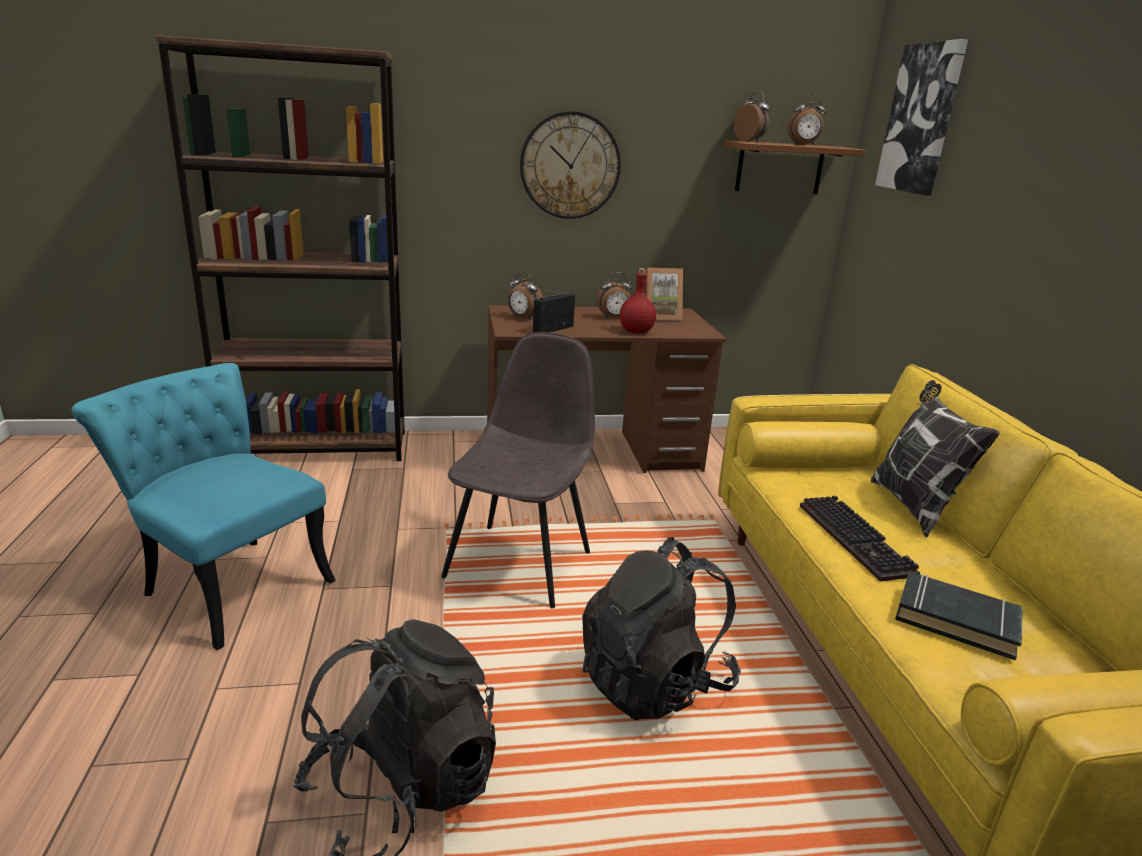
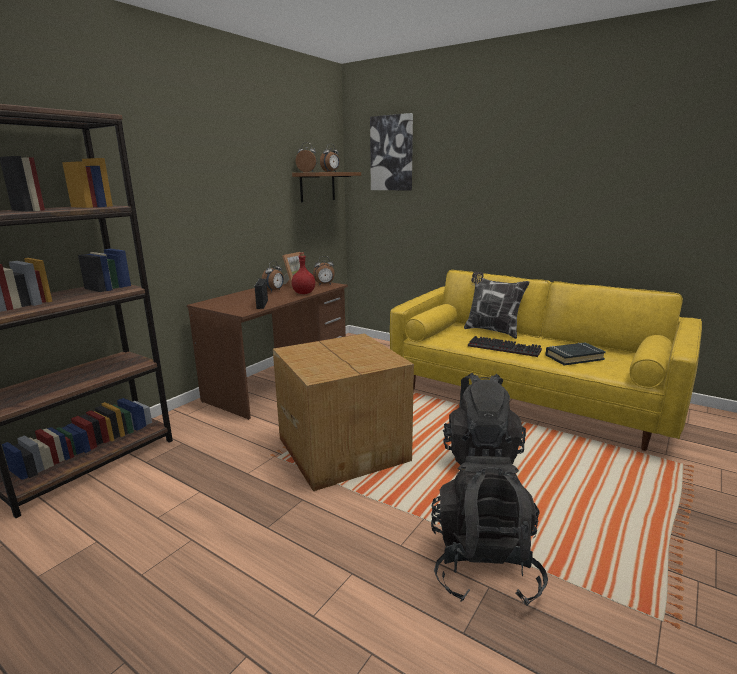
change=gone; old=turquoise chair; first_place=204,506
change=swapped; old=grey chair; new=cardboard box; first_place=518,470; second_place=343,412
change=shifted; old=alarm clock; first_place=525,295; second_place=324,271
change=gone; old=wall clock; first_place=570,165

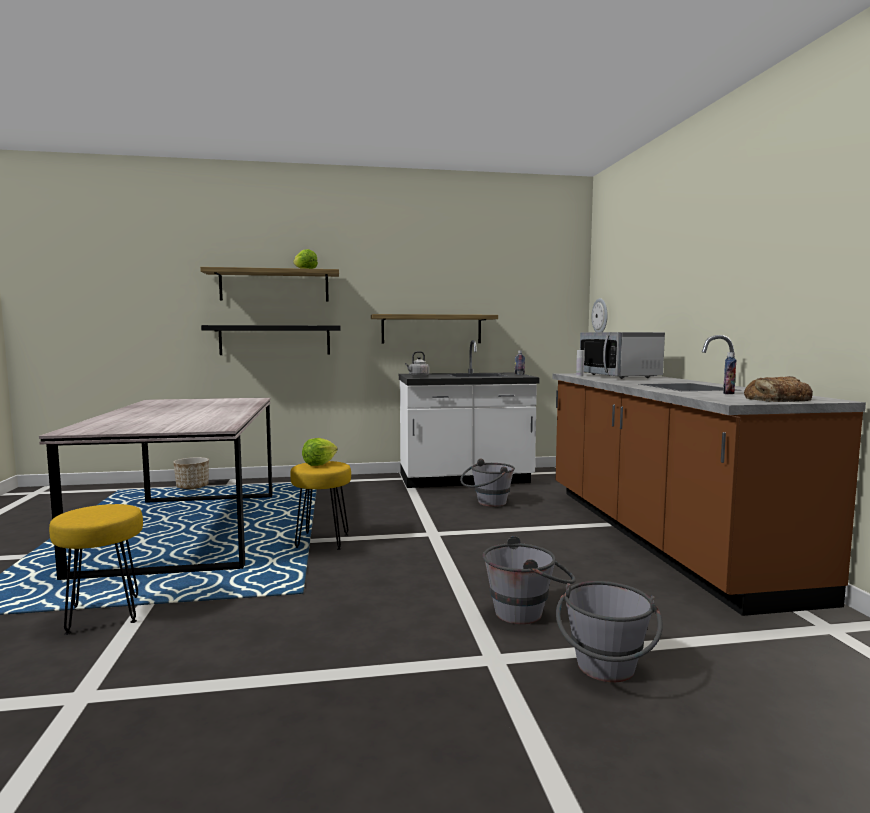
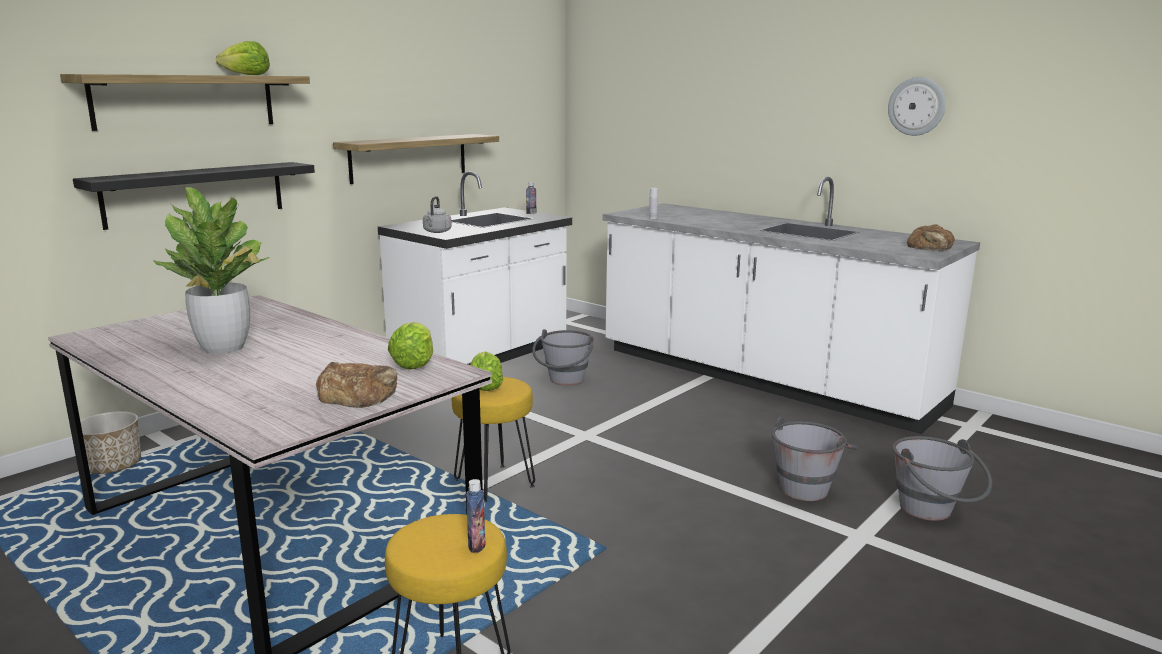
change=repainted; old=brown counter; new=white counter; first_place=709,475; second_place=791,305
change=gone; old=microwave; first_place=622,355
change=shifted; old=wall clock; first_place=600,315; second_place=917,106
change=shifted; old=bottle; first_place=729,373; second_place=475,516
change=new; new=potted plant; second_place=211,270
change=new; new=bread; second_place=357,385
change=new; new=lettuce; second_place=410,346

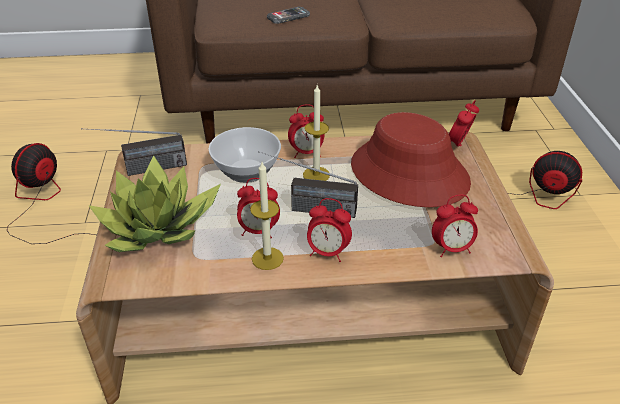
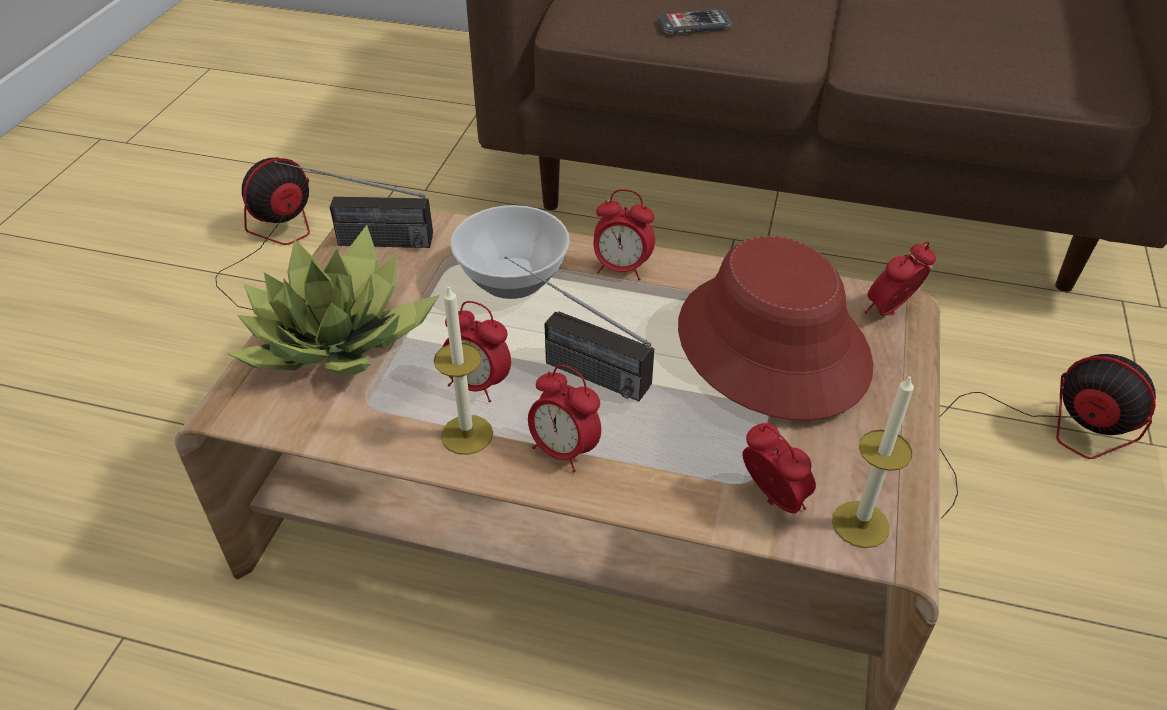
change=shifted; old=candle; first_place=316,133; second_place=873,461
change=rotated; old=alarm clock; first_place=455,226; second_place=779,468; degrees=-135

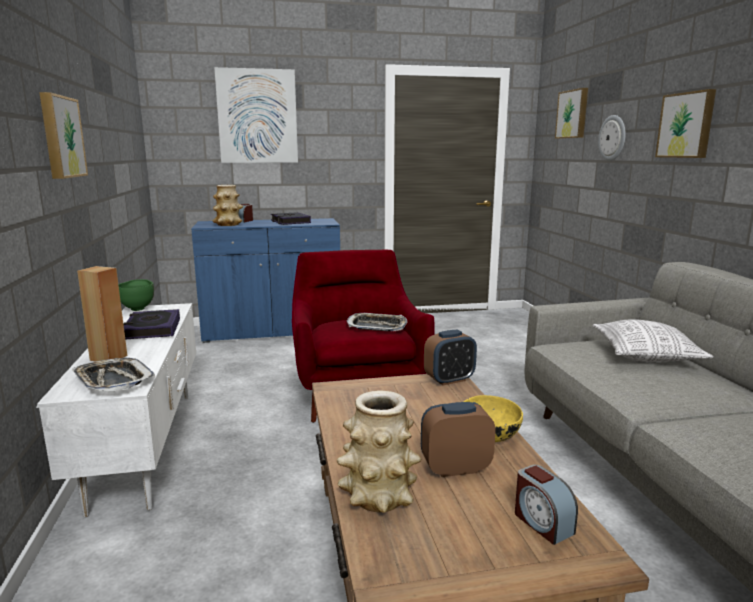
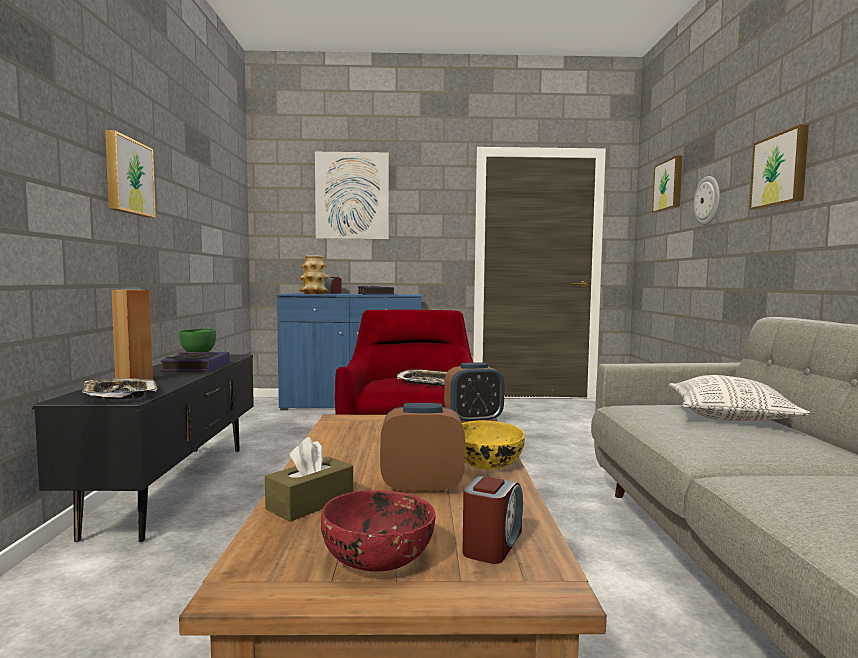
change=repainted; old=white tv stand; new=black tv stand; first_place=116,410; second_place=143,448
change=swapped; old=vase; new=brown tissue box; first_place=379,451; second_place=309,479
change=rotated; old=alarm clock; first_place=546,505; second_place=493,520; degrees=-135
change=new; new=red bowl; second_place=378,531

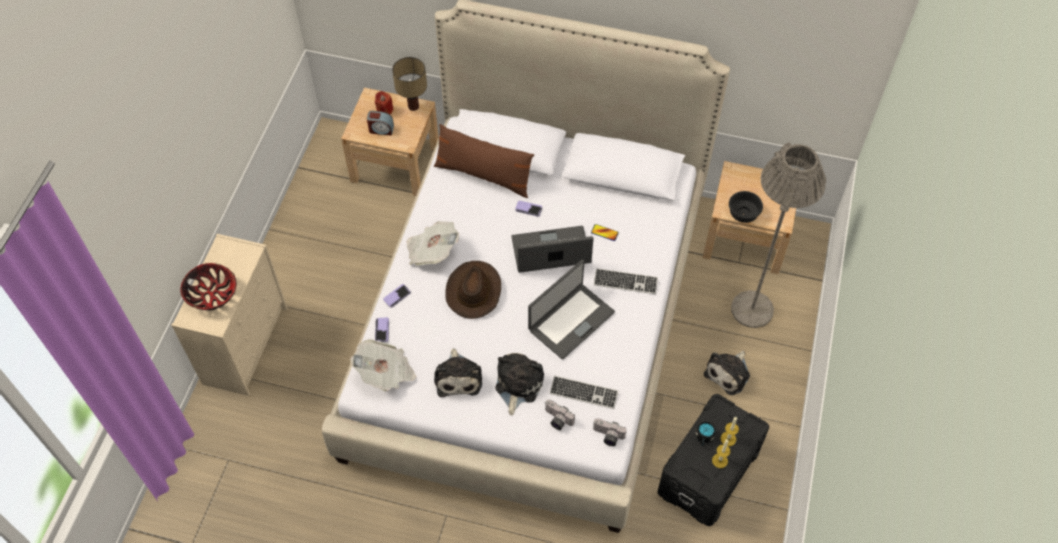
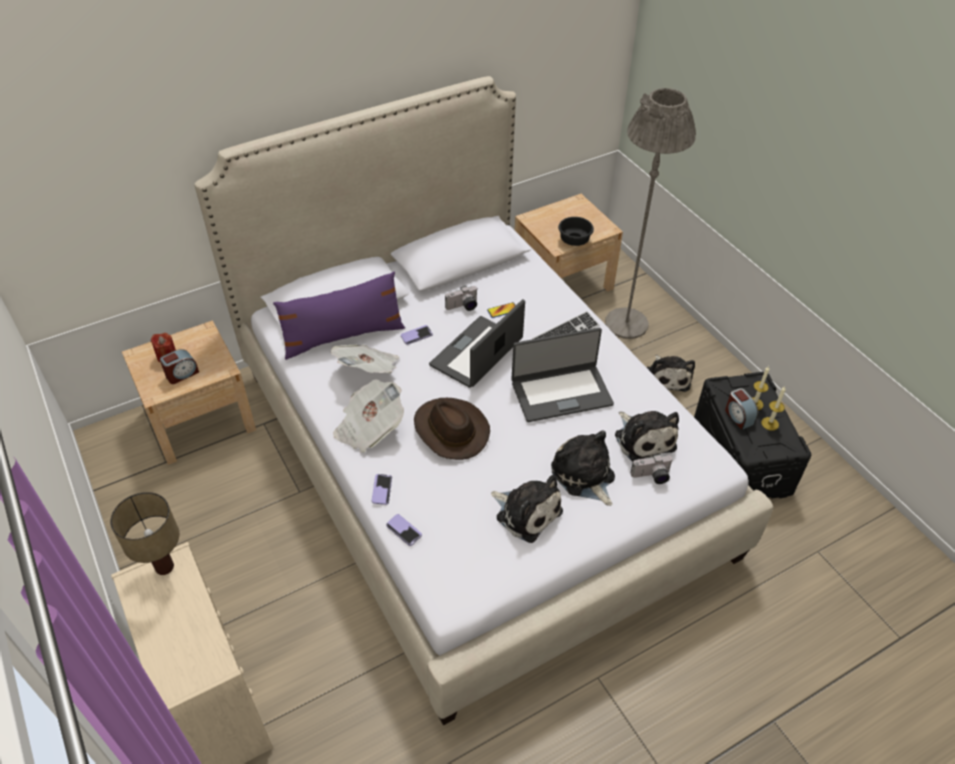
change=gone; old=bowl; first_place=208,287
change=shifted; old=newspaper; first_place=383,365; second_place=365,358
change=shifted; old=table lamp; first_place=409,84; second_place=144,533
change=repainted; old=brown pillow; new=purple pillow; first_place=484,161; second_place=339,315
change=rotated; old=laptop; first_place=571,309; second_place=562,375; degrees=75
change=swapped; old=keyboard; new=plush toy; first_place=584,392; second_place=647,436
change=shifted; old=photo camera; first_place=609,432; second_place=461,298
change=swapped; old=black mug; new=alarm clock; first_place=706,433; second_place=741,409

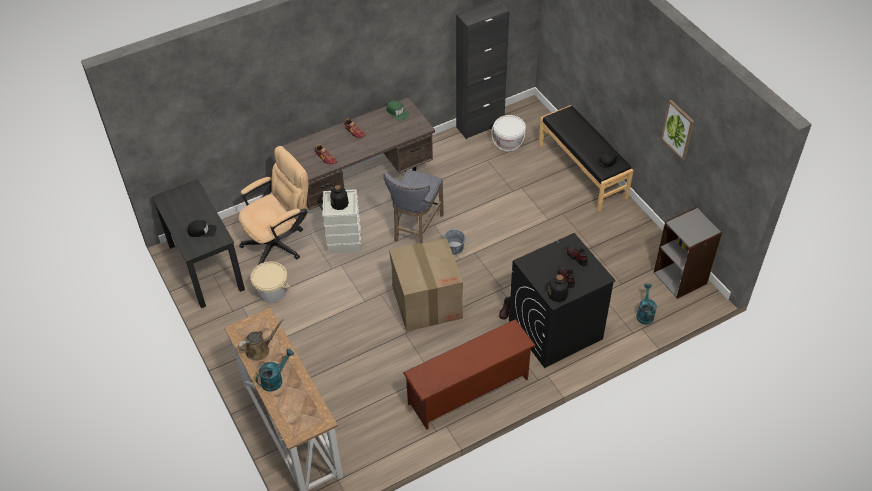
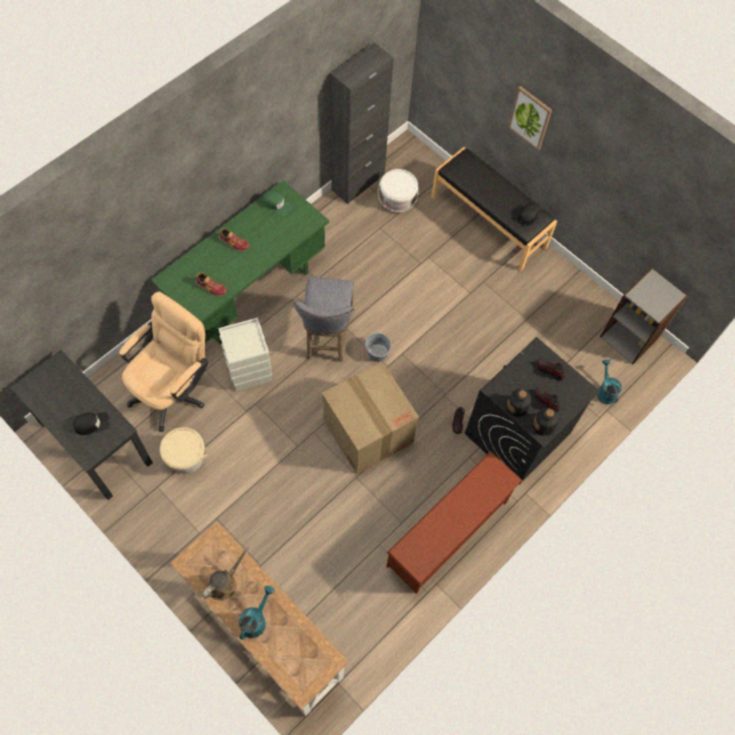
change=repainted; old=brown desk; new=green desk; first_place=358,154; second_place=240,262
change=shifted; old=bottle; first_place=339,197; second_place=518,403
change=shifted; old=picture; first_place=677,130; second_place=530,118

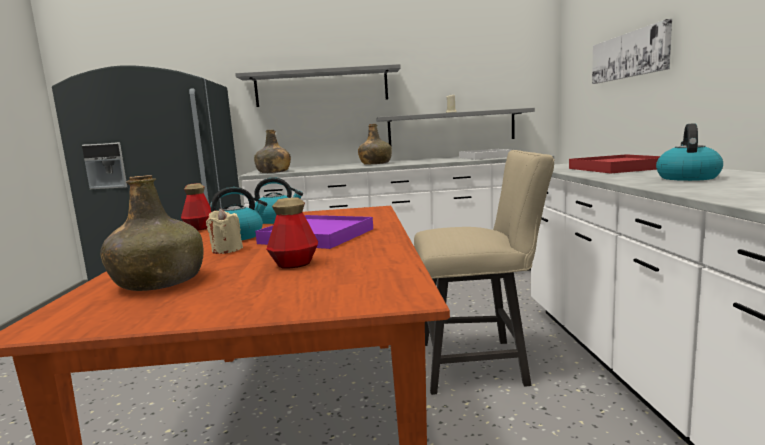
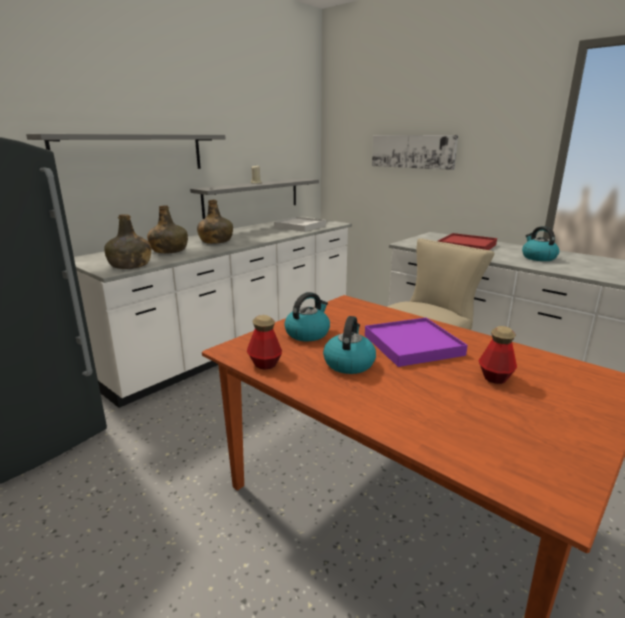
change=shifted; old=green bottle; first_place=152,233; second_place=167,229
change=gone; old=beige candle; first_place=224,231

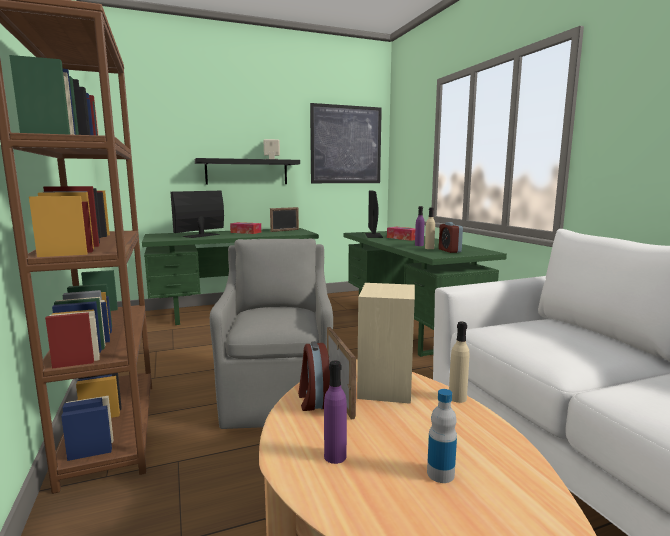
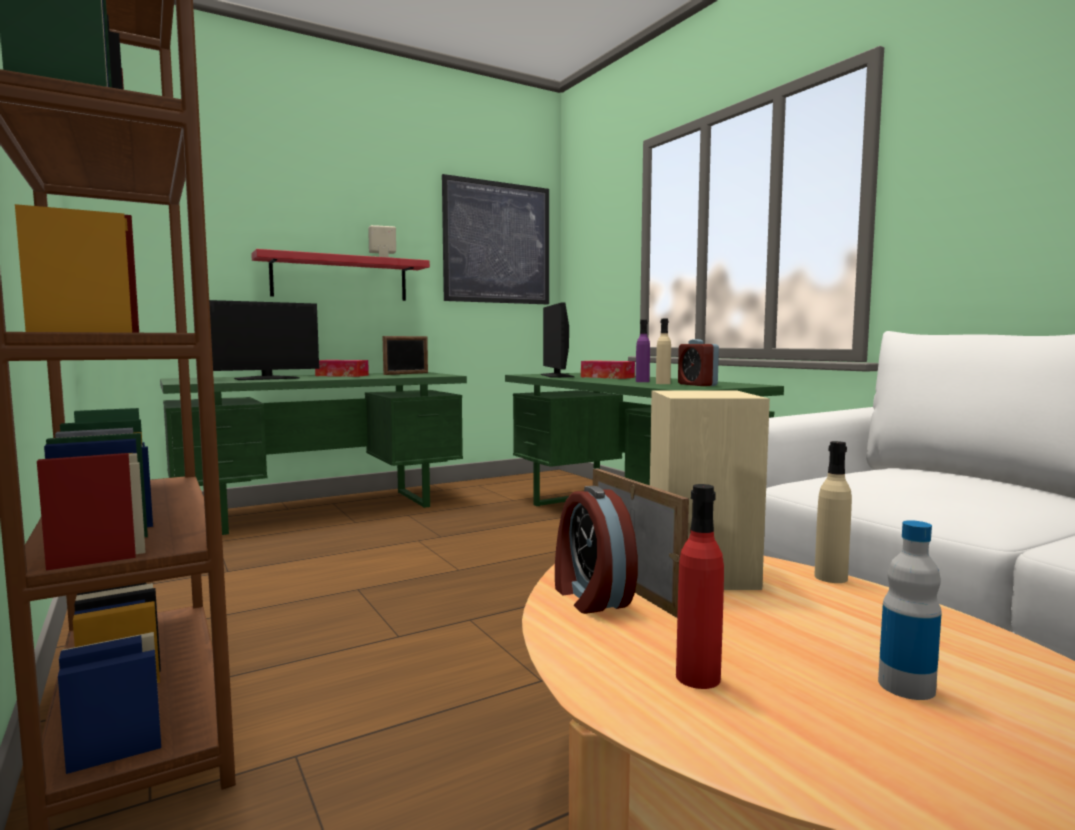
change=rotated; old=monitor; first_place=197,214; second_place=264,340; degrees=-150
change=repainted; old=black shelf; new=red shelf; first_place=247,171; second_place=340,275
change=gone; old=grey armchair; first_place=271,334
change=repainted; old=purple bottle; new=red bottle; first_place=335,412; second_place=700,586

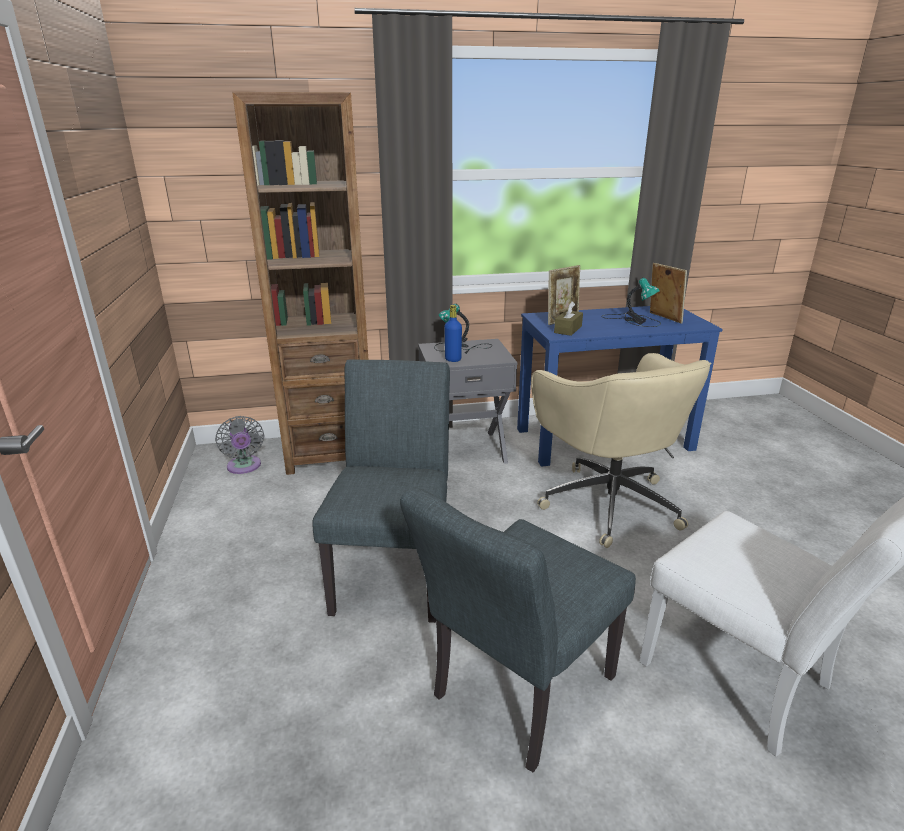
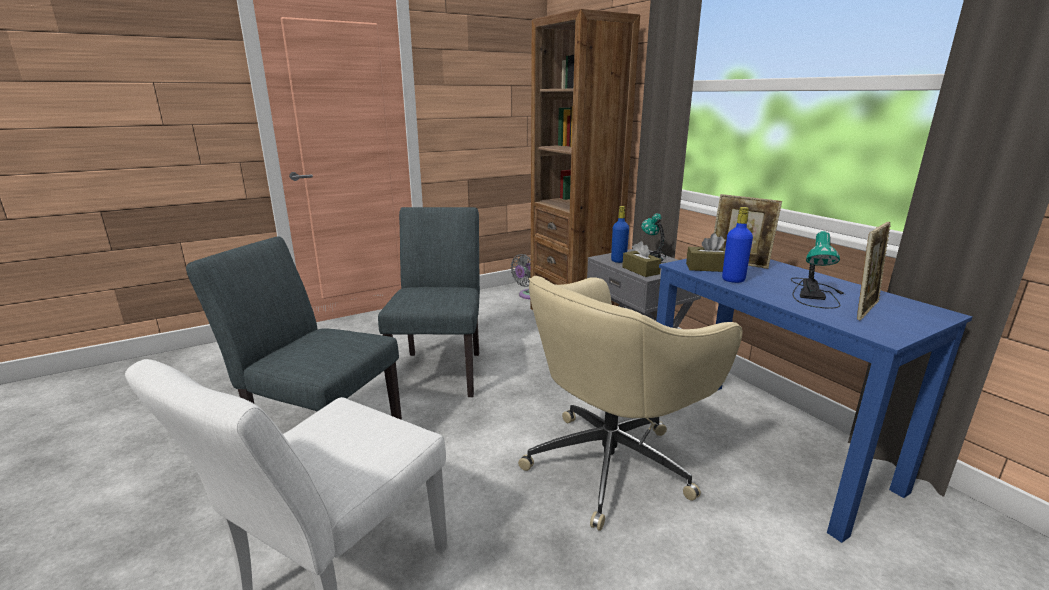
change=rotated; old=grey chair; first_place=381,491; second_place=429,302; degrees=-75
change=new; new=brown tissue box; second_place=641,259
change=new; new=blue bottle; second_place=737,245

